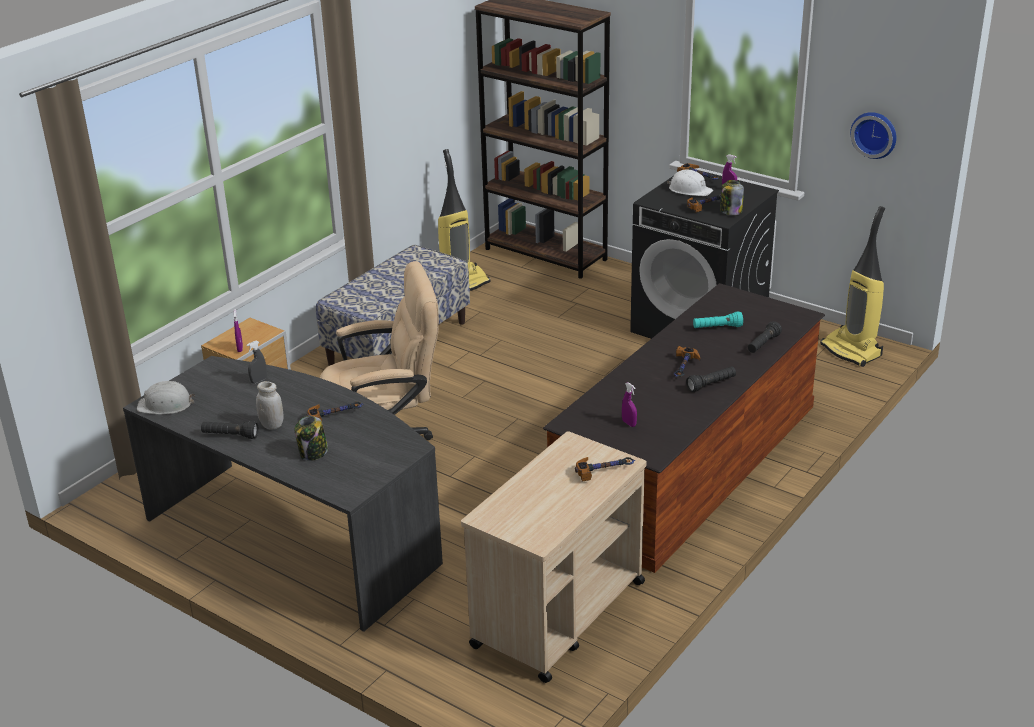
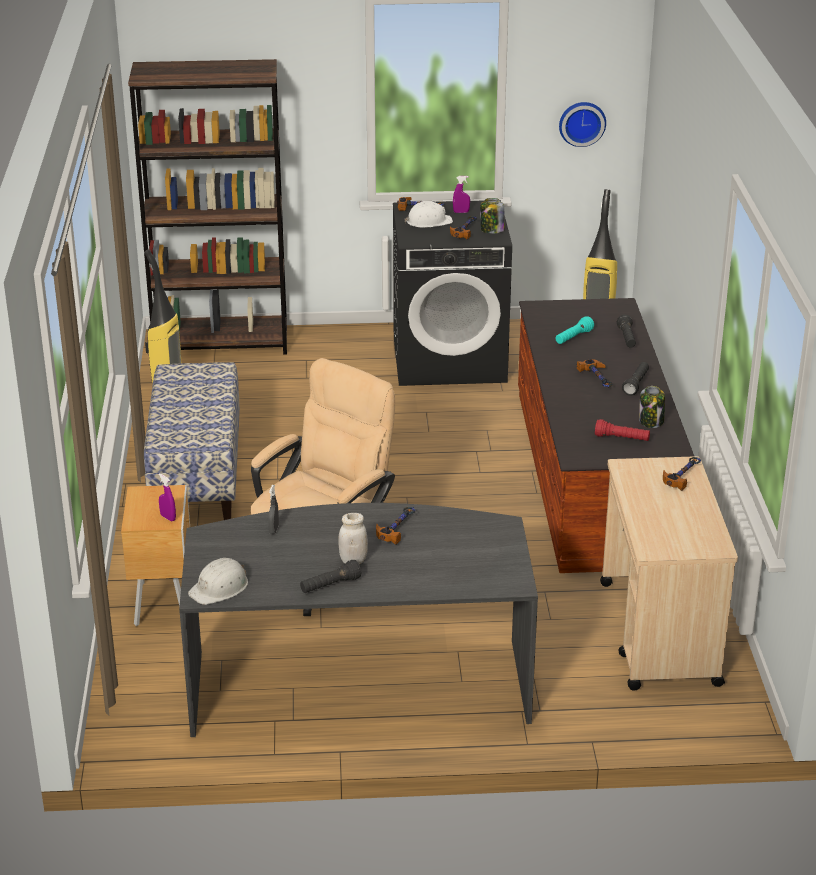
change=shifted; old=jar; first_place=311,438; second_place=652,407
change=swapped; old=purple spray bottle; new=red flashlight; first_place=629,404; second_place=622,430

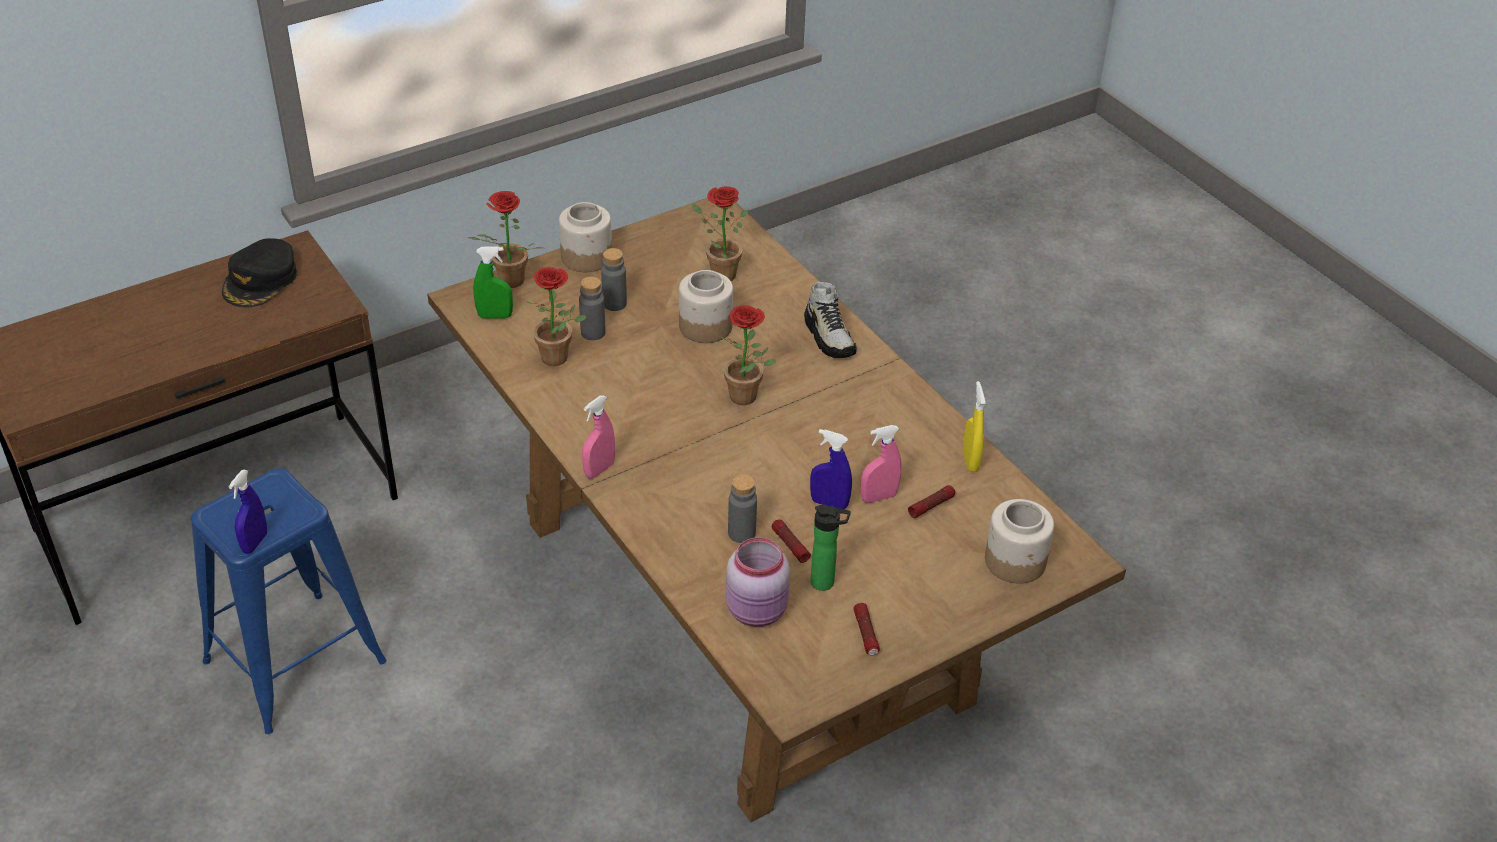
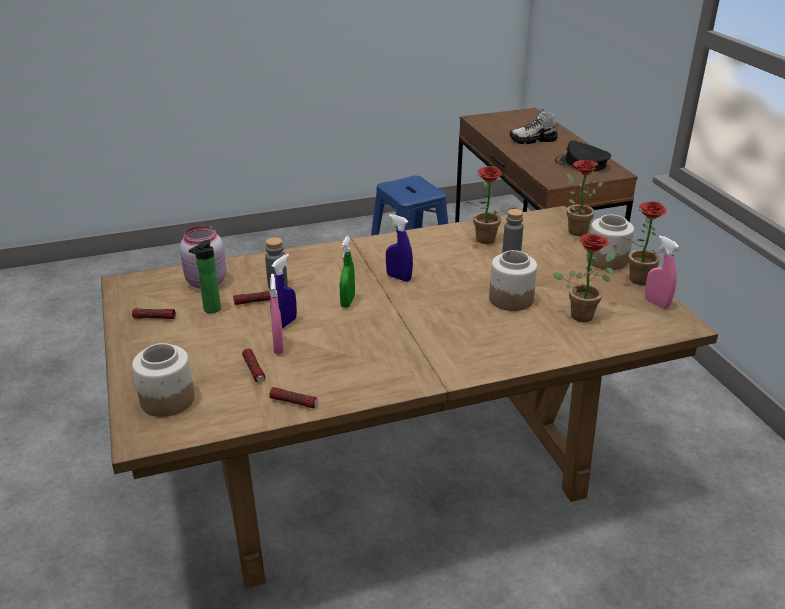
change=shifted; old=blue spray bottle; first_place=247,512; second_place=399,248
change=shifted; old=green spray bottle; first_place=493,282; second_place=347,272
change=shifted; old=pink spray bottle; first_place=598,437; second_place=662,272
change=gone; old=grey bottle; first_place=614,279
change=shifted; old=potted plant; first_place=747,355; second_place=649,243
change=shifted; old=shoe; first_place=830,320; second_place=534,126
change=swapped; old=yellow spray bottle; new=flashlight; first_place=974,426; second_place=293,397

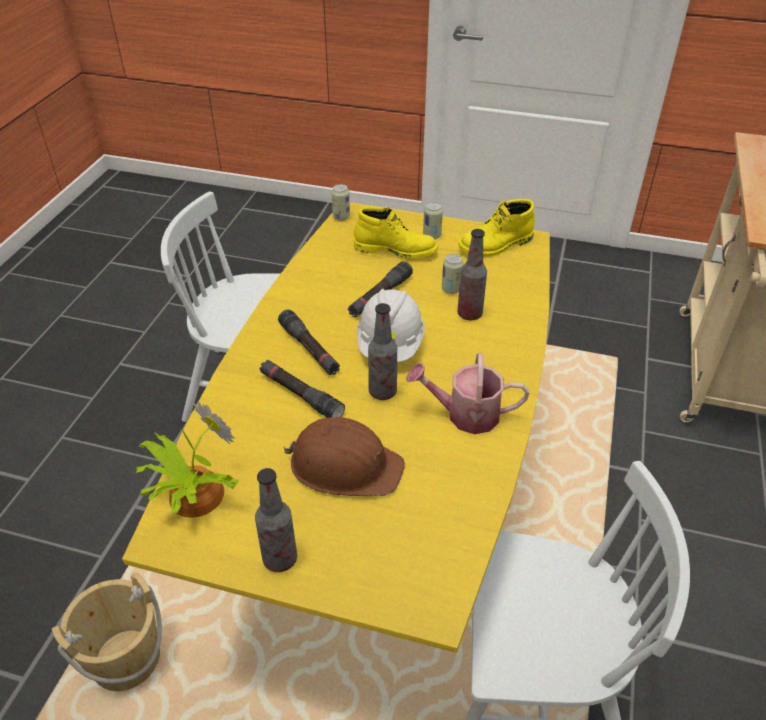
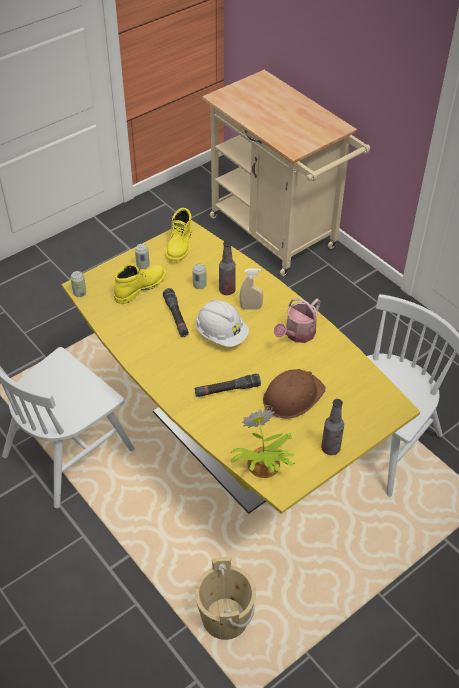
change=gone; old=black flashlight; first_place=309,342
change=gone; old=bottle; first_place=382,351
change=new; new=beige spray bottle; second_place=251,289

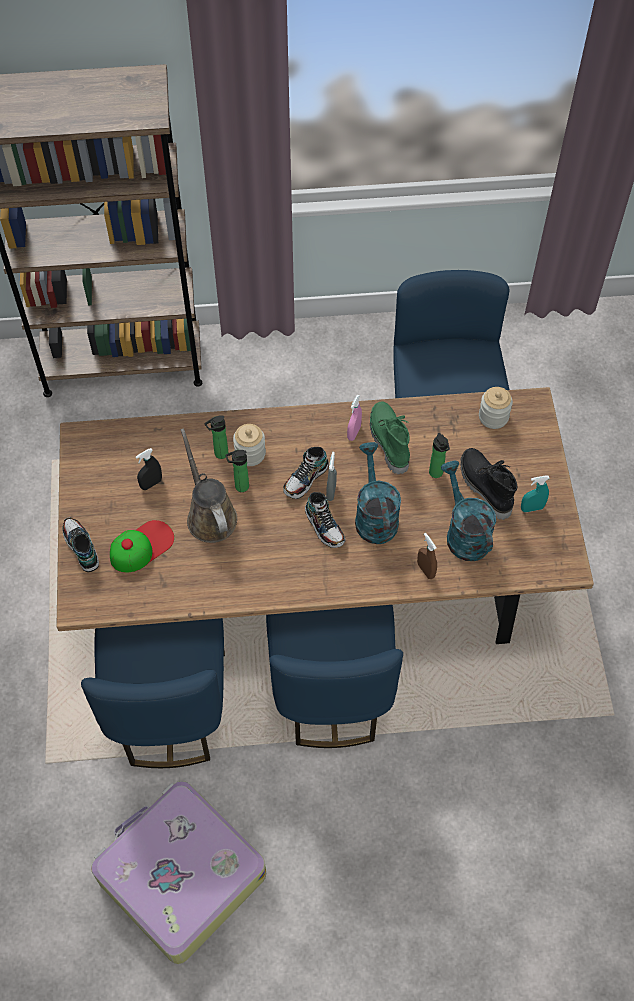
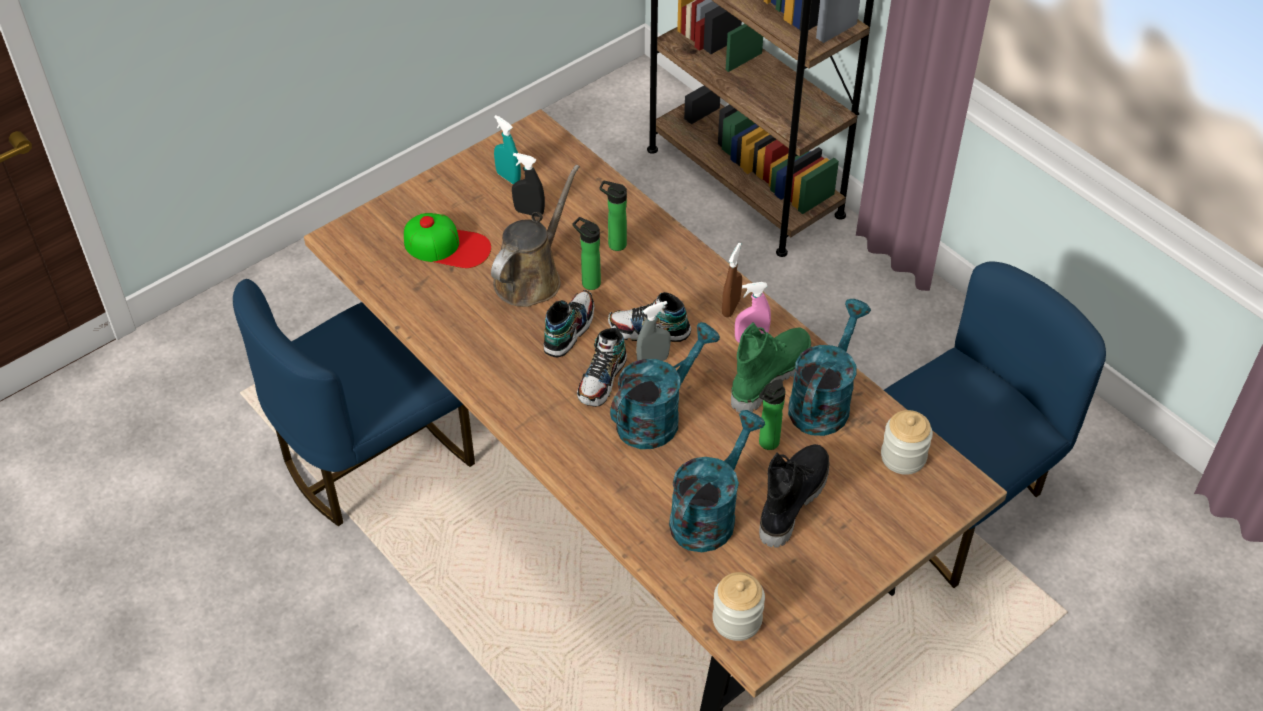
change=shifted; old=shoe; first_place=80,544; second_place=569,323
change=gone; old=suitcase; first_place=178,872
change=shifted; old=jar; first_place=249,445; second_place=738,606
change=gone; old=blue chair; first_place=334,676
change=shifted; old=brown spray bottle; first_place=427,556; second_place=732,280
change=shifted; old=turquoise spray bottle; first_place=535,493; second_place=507,149
change=new; new=turquoise watering can; second_place=829,367

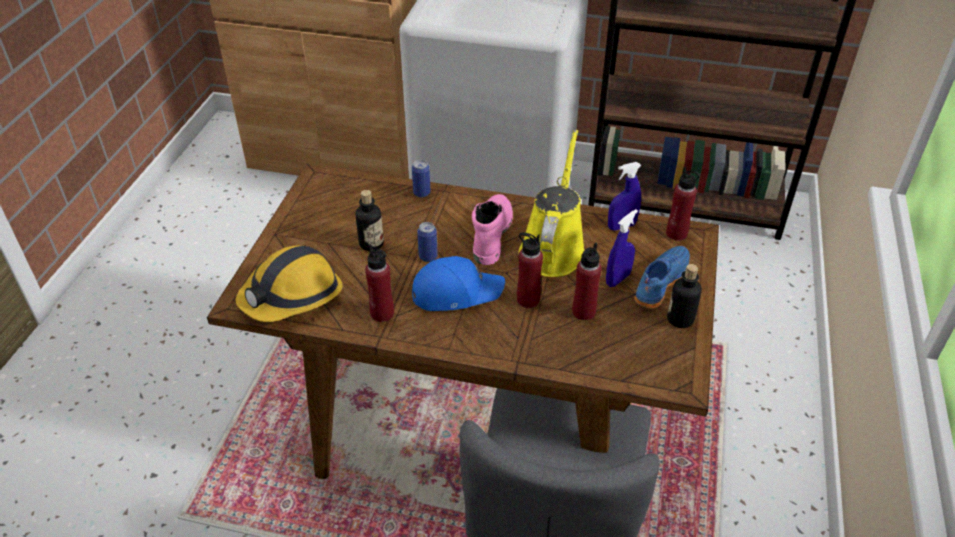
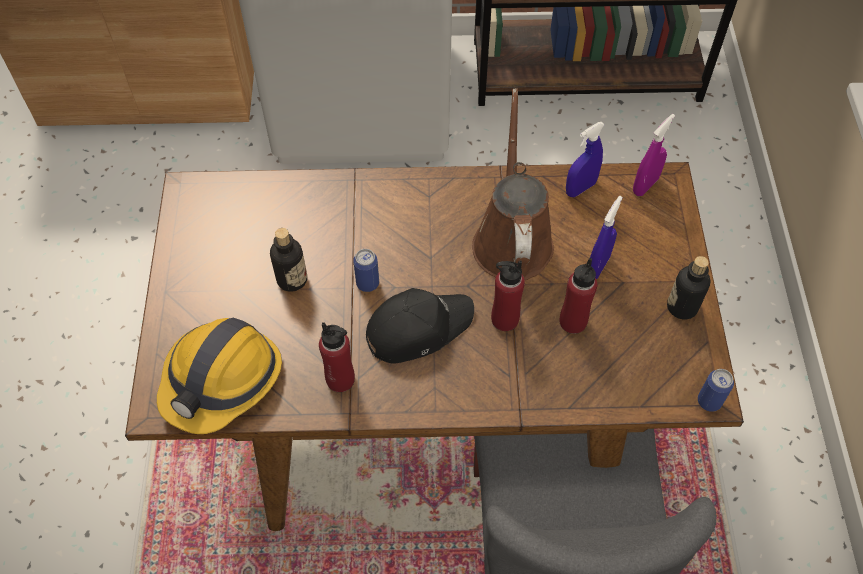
change=shifted; old=can; first_place=421,178; second_place=716,390
change=repainted; old=blue cap; new=black cap; first_place=458,283; second_place=420,326
change=gone; old=pink boot; first_place=492,229
change=repainted; old=yellow watering can; new=brown watering can; first_place=551,203; second_place=513,184
change=gone; old=blue shoe; first_place=662,277
change=swapped; old=red bottle; new=purple spray bottle; first_place=683,203; second_place=654,155

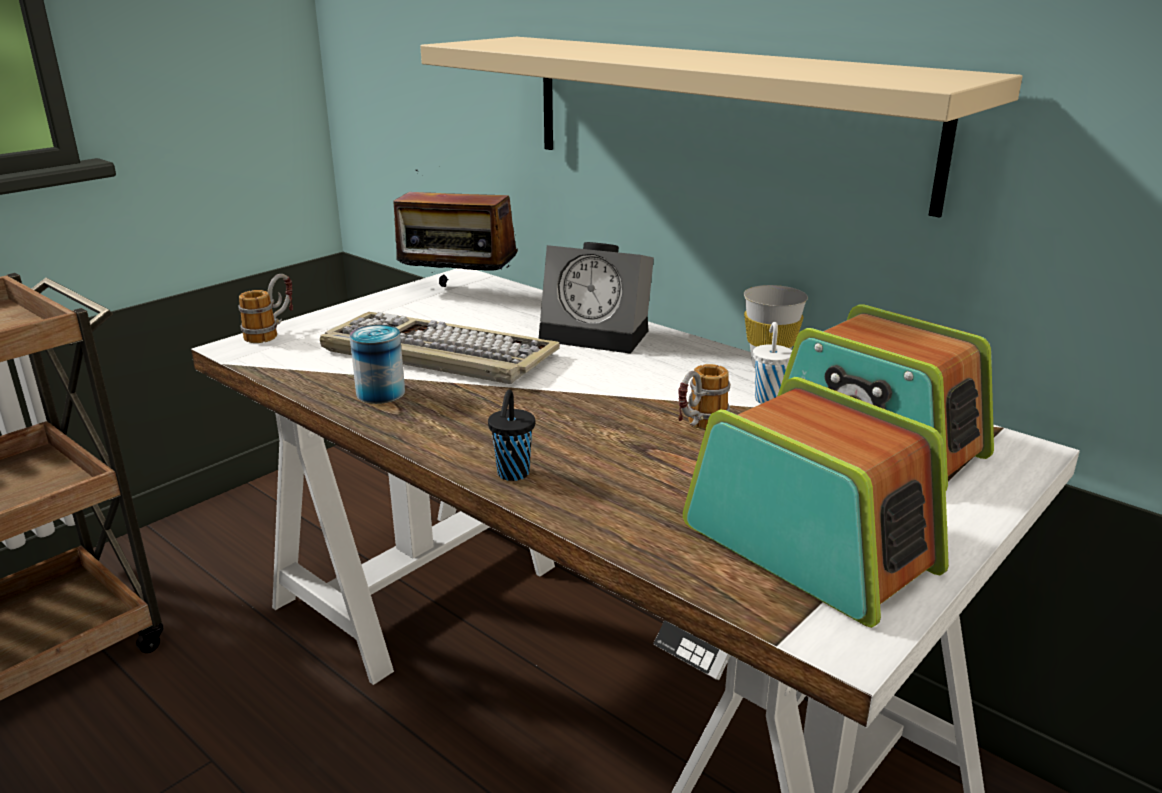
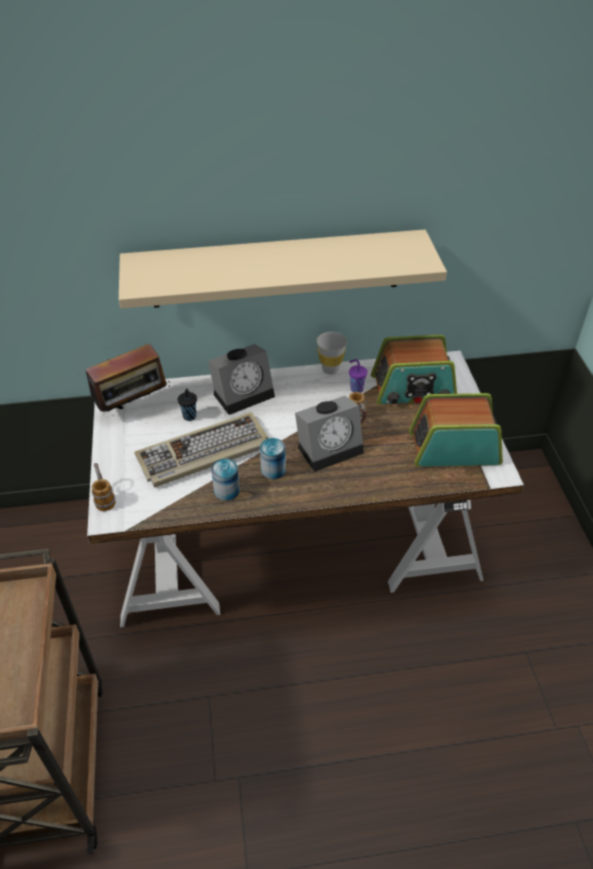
change=shifted; old=black cup; first_place=511,435; second_place=187,405
change=repainted; old=white cup; new=purple cup; first_place=772,363; second_place=358,376
change=new; new=can; second_place=273,458
change=new; new=alarm clock; second_place=329,434

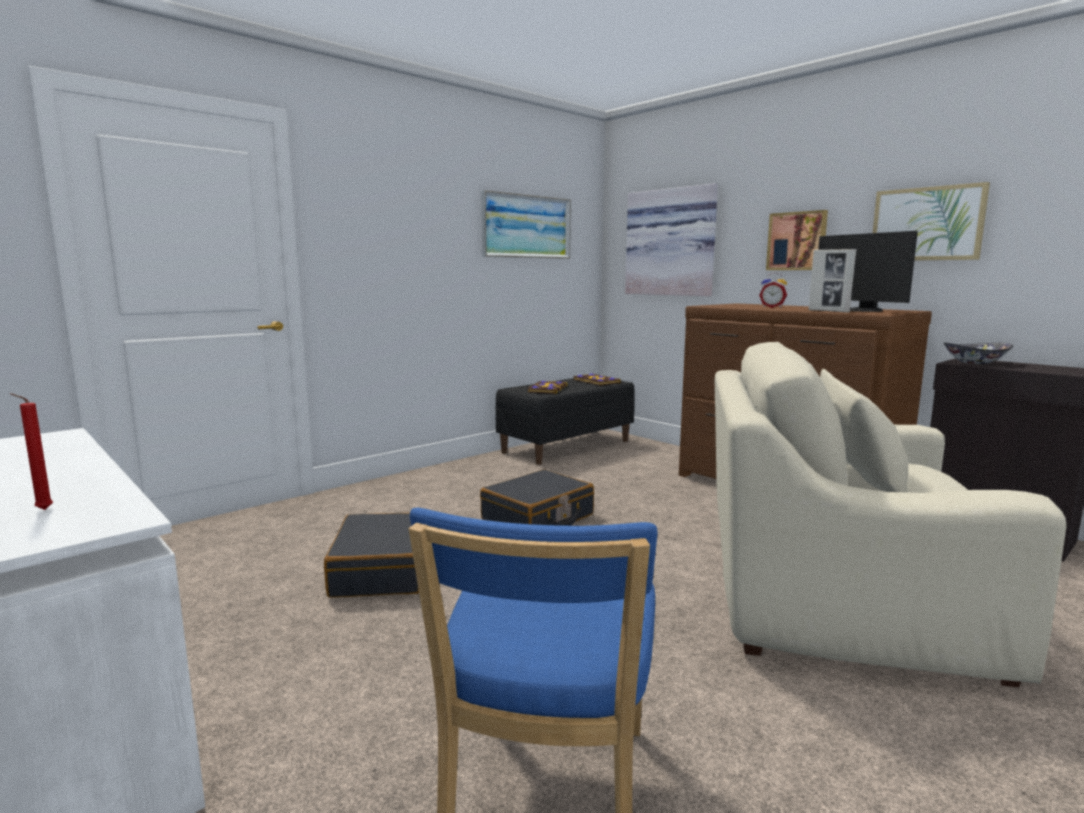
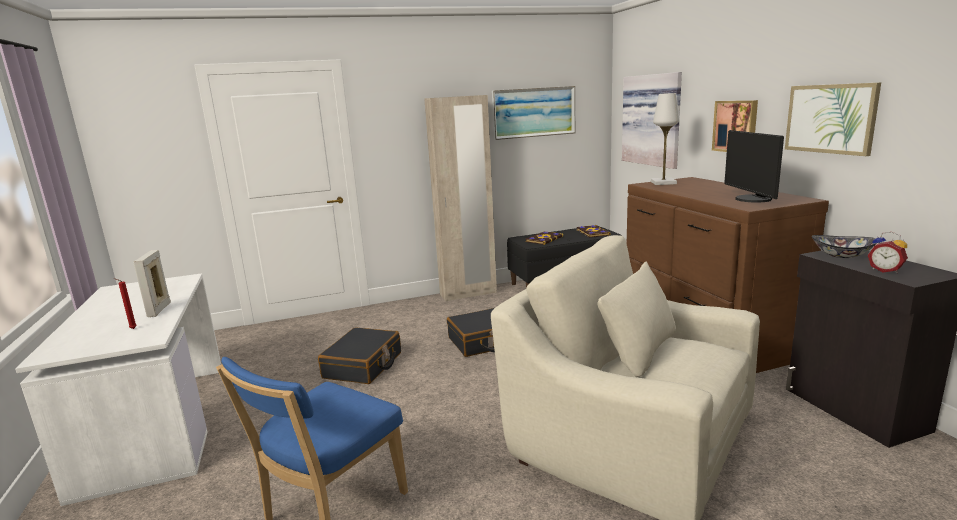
change=shifted; old=alarm clock; first_place=773,290; second_place=888,252
change=shifted; old=picture frame; first_place=833,281; second_place=152,283
change=new; new=beige wardrobe; second_place=460,198
change=new; new=white table lamp; second_place=665,139

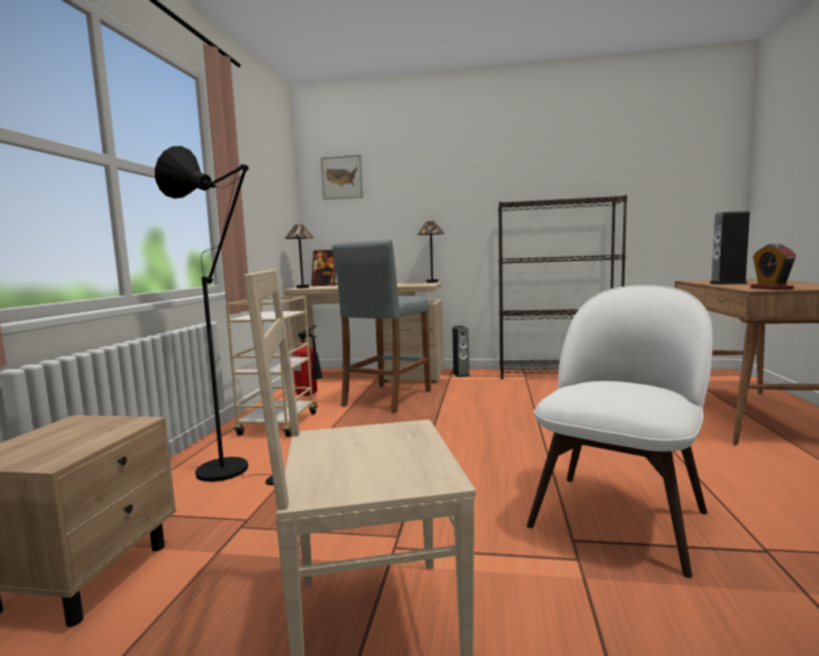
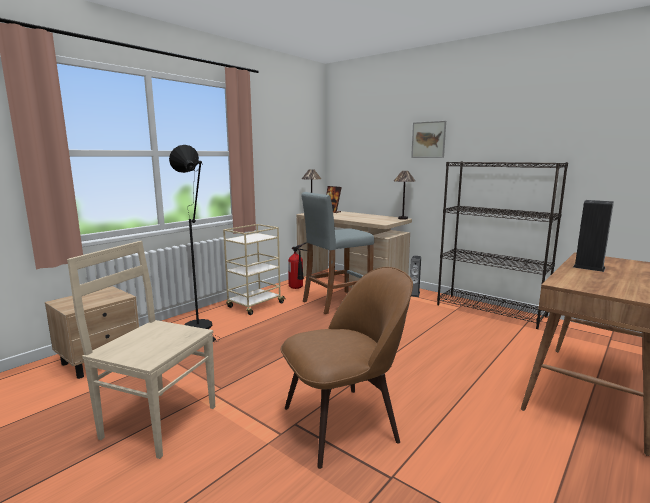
change=shifted; old=picture; first_place=342,177; second_place=428,139
change=repainted; old=white chair; new=brown chair; first_place=620,431; second_place=346,368
change=gone; old=alarm clock; first_place=773,267

